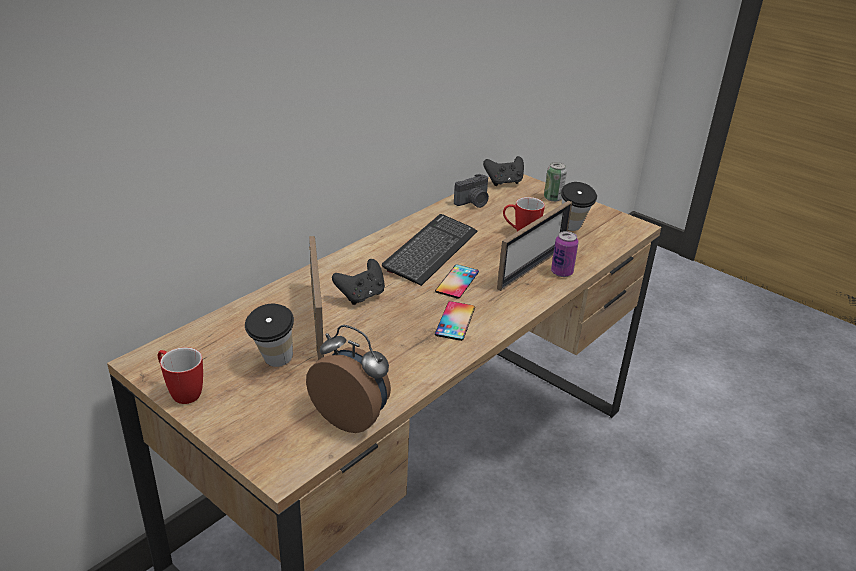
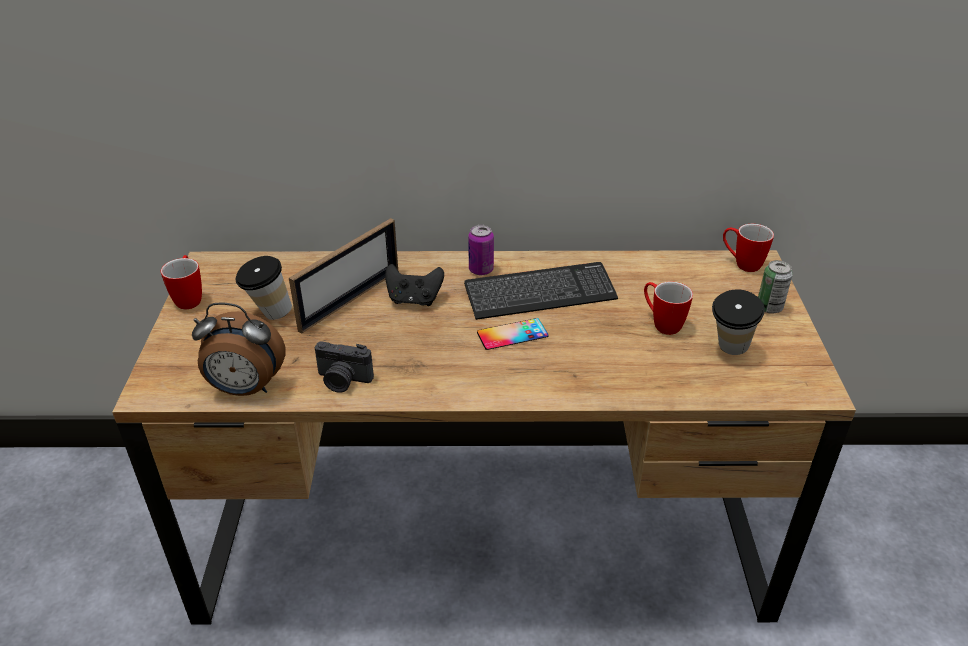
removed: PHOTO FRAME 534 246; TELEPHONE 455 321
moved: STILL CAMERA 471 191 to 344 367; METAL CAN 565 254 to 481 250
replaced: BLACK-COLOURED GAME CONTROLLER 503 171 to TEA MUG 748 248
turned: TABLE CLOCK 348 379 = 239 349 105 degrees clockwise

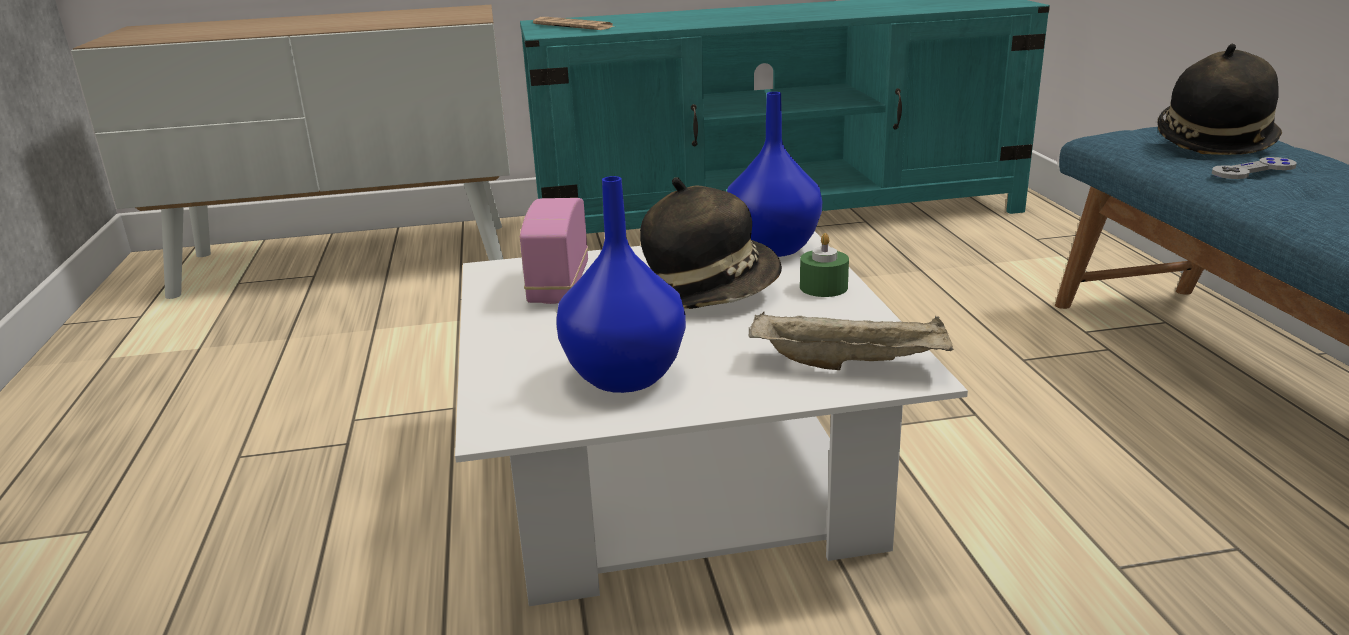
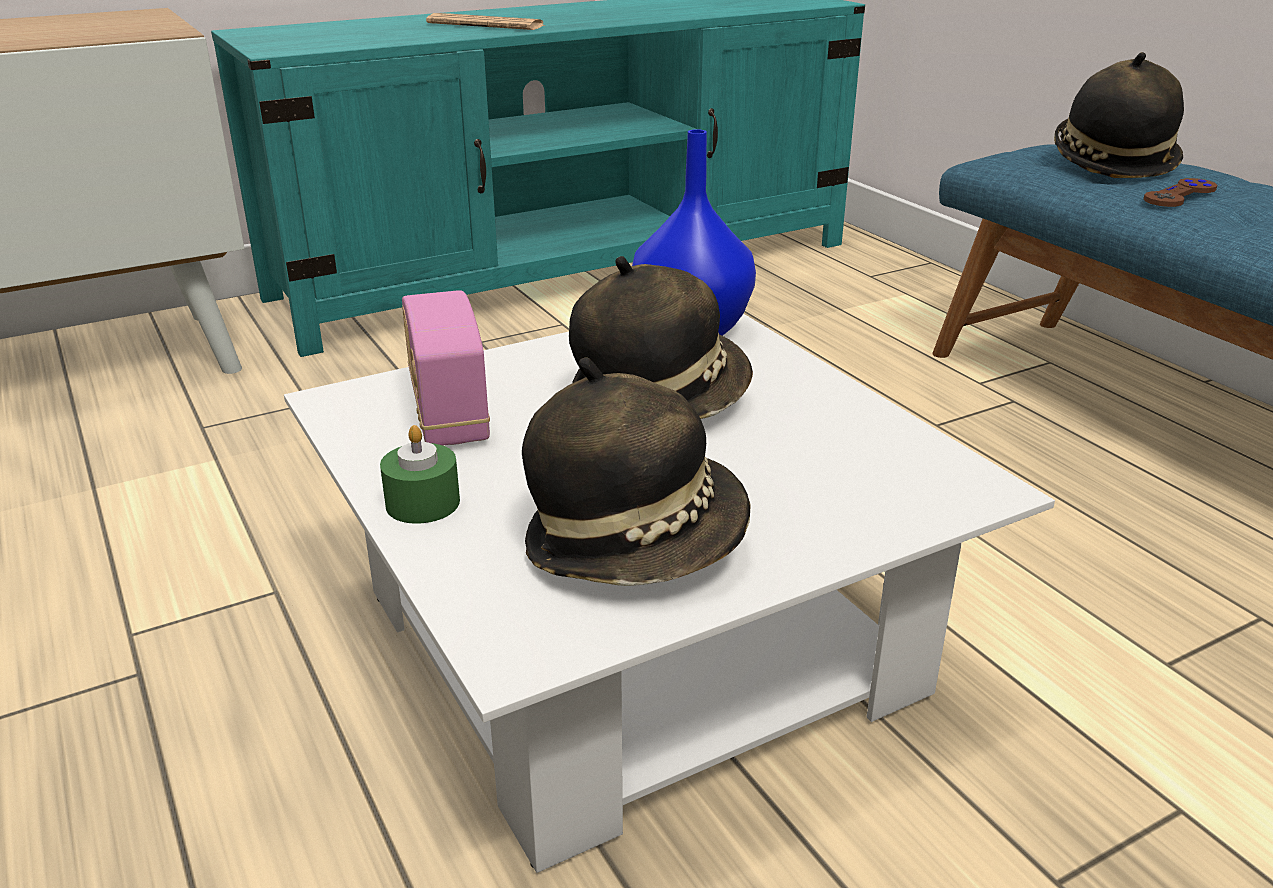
removed: SAND-COLOURED TRAY 851 341
moved: PRINTED PAPER 574 23 to 485 21; GREENISH CANDLE 824 265 to 420 474
replaced: BLUE-COLOURED FLOWER VASE 621 284 to HAT 636 472
recoloured: GREYISH GAME CONTROLLER 1254 168 to BROWNISH GAME CONTROLLER 1180 192

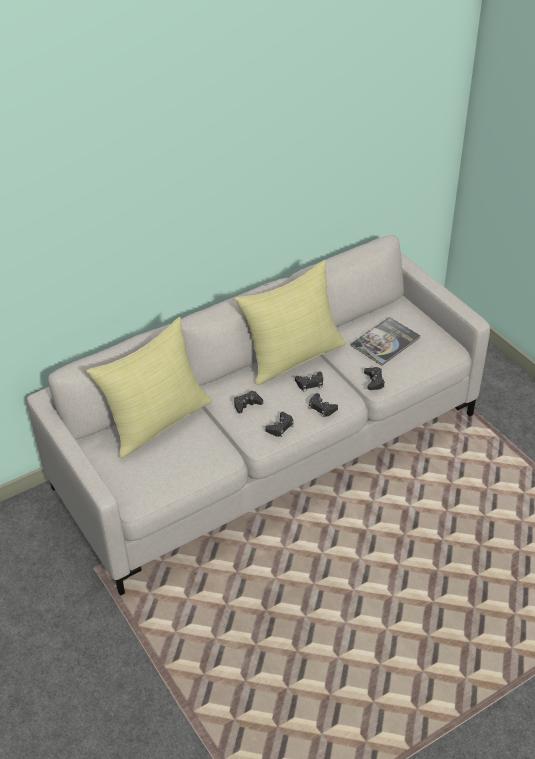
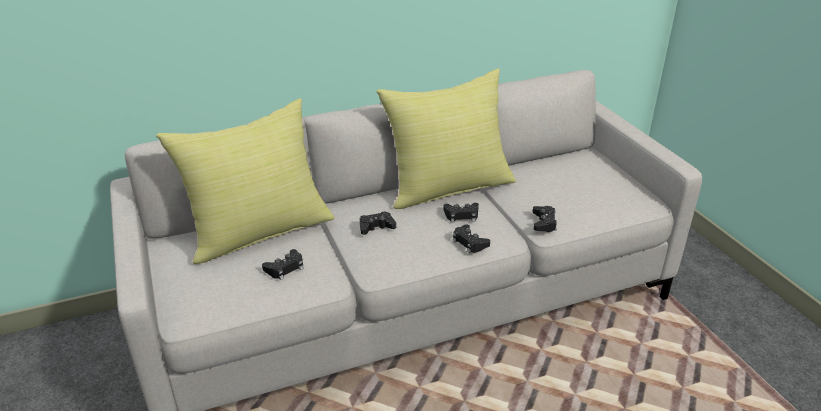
removed: BOUND BOOK 385 341
moved: BLACK-COLOURED GAME CONTROLLER 279 424 to 282 264

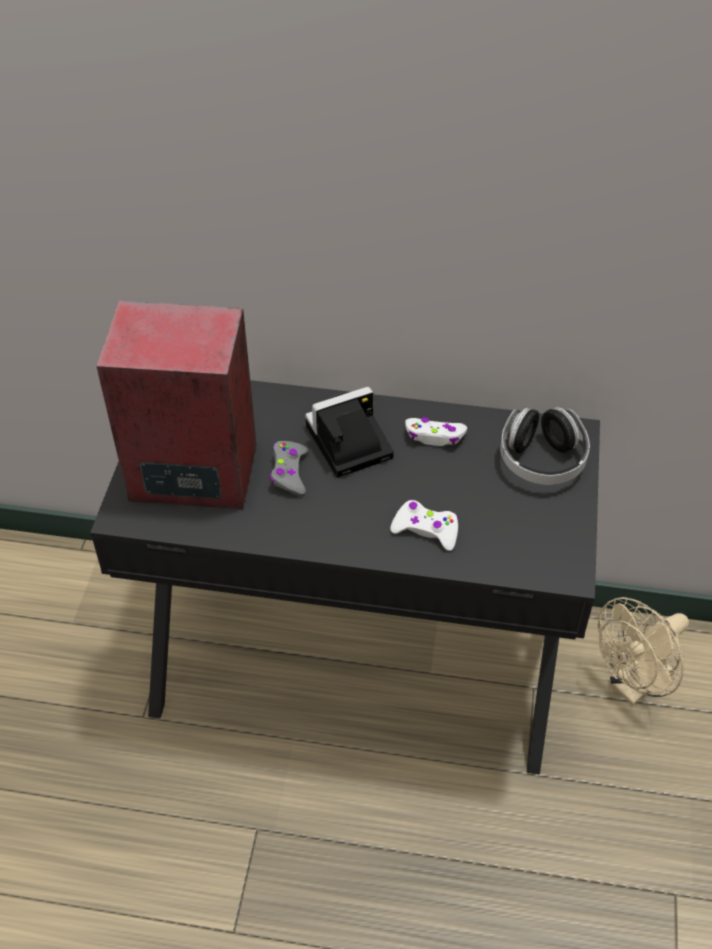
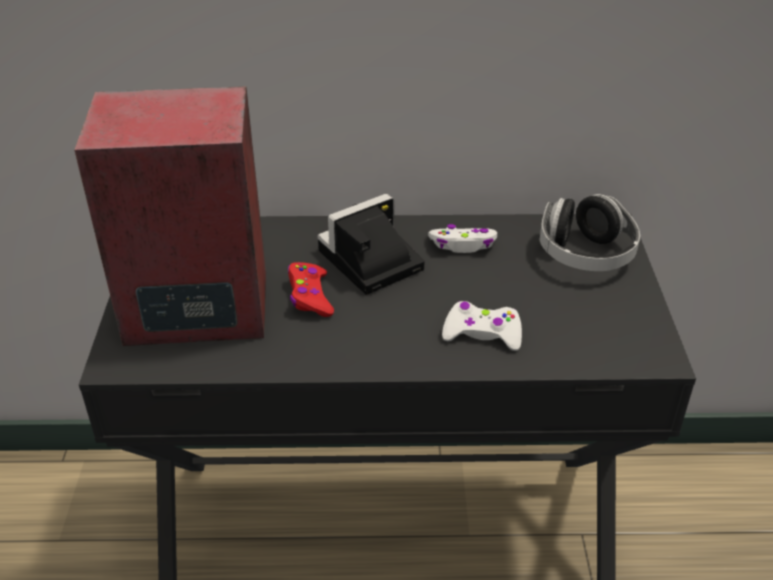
removed: SAND-COLOURED COOLING FAN 643 651
recoloured: GREYISH GAME CONTROLLER 289 468 to RED-COLOURED GAME CONTROLLER 311 289

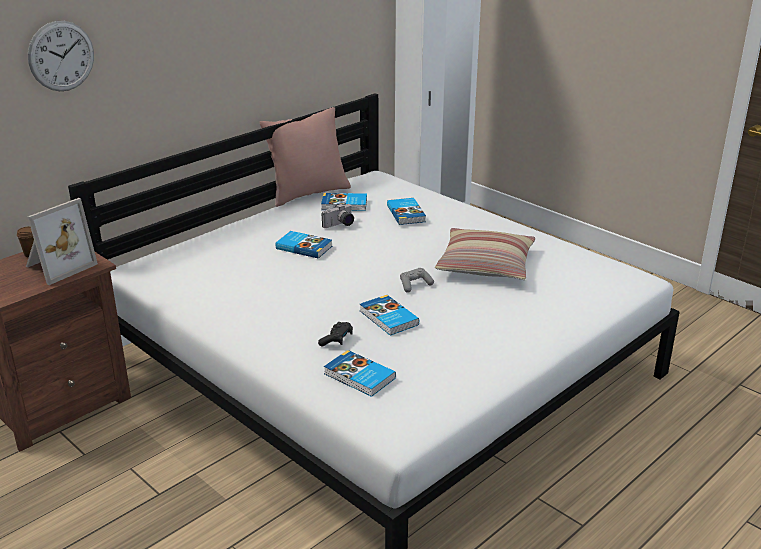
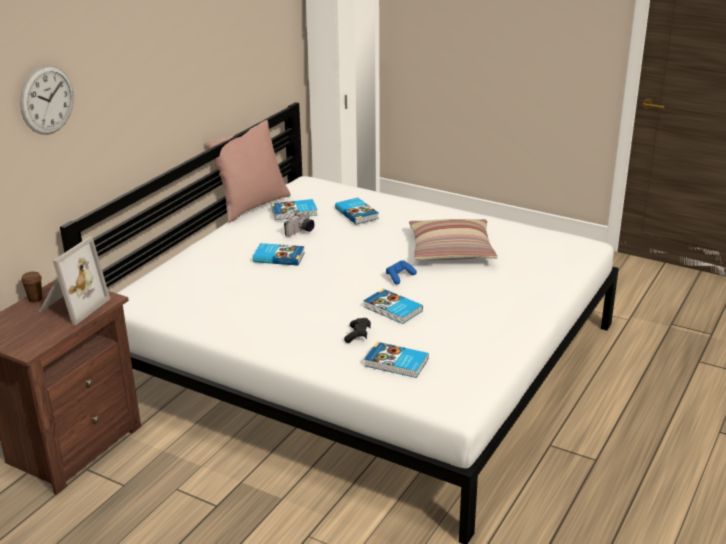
recoloured: GREYISH GAME CONTROLLER 417 280 to BLUE-COLOURED GAME CONTROLLER 401 272

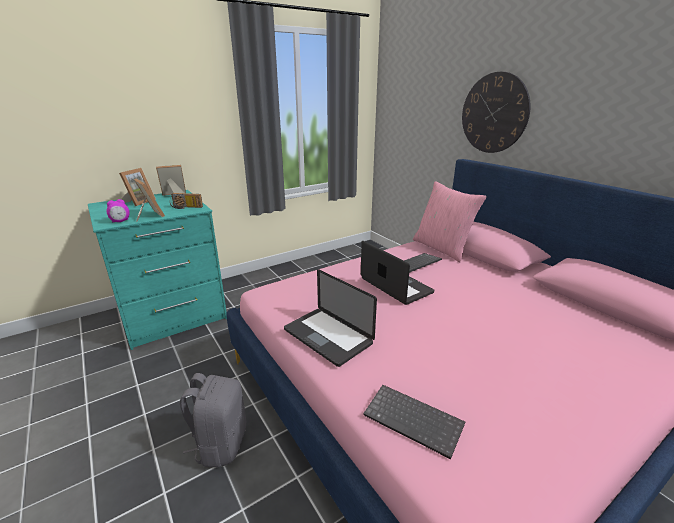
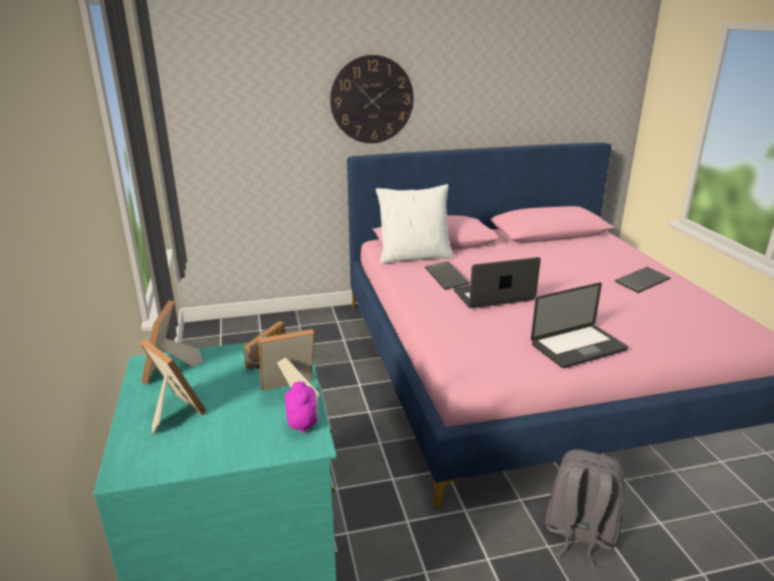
moved: PC KEYBOARD 414 422 to 642 280
recoloured: PINK-COLOURED CUSHION 450 221 to WHITE CUSHION 415 224

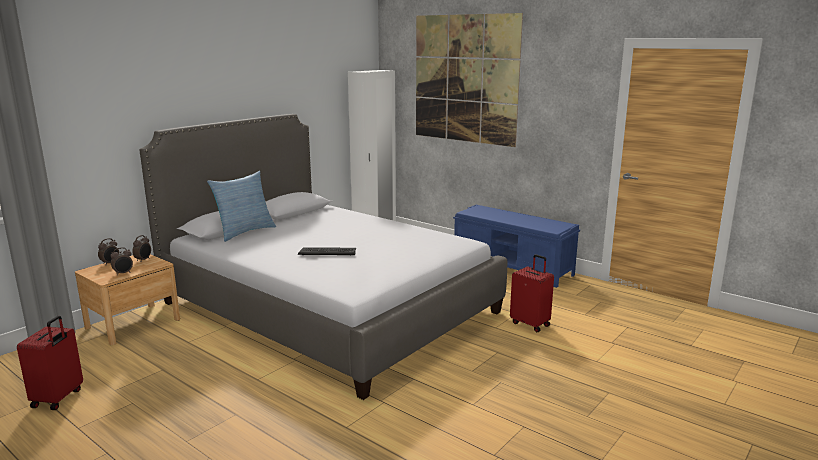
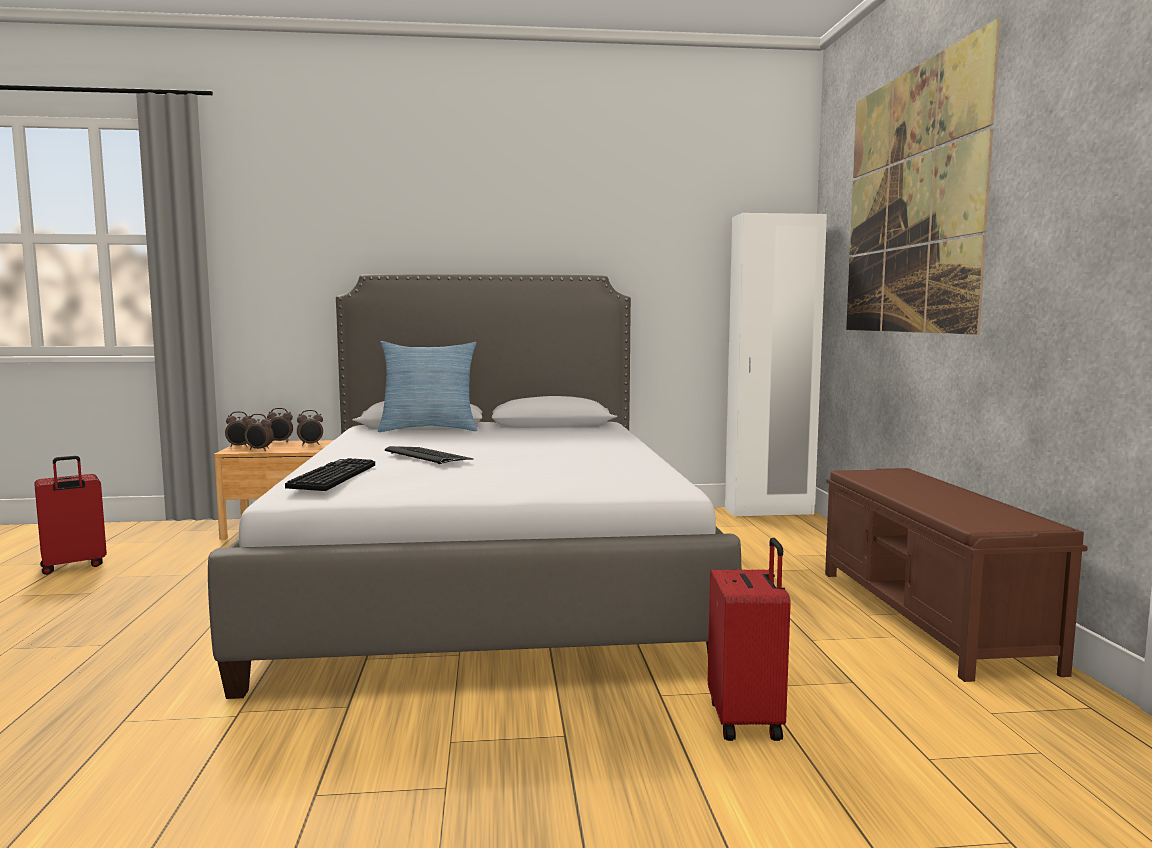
added: TABLE CLOCK 237 429; PC KEYBOARD 330 474
recoloured: BLUE-COLOURED LONG SEAT 516 246 to BROWNISH LONG SEAT 956 575

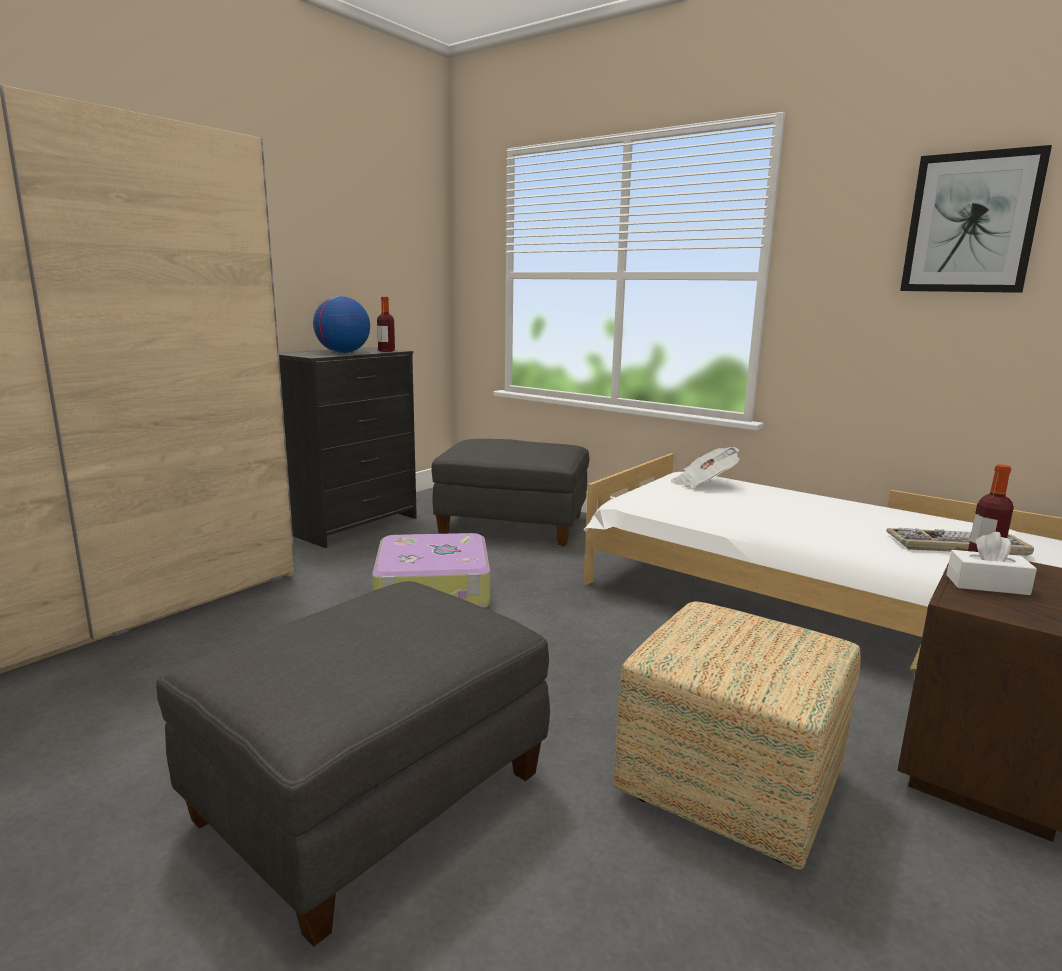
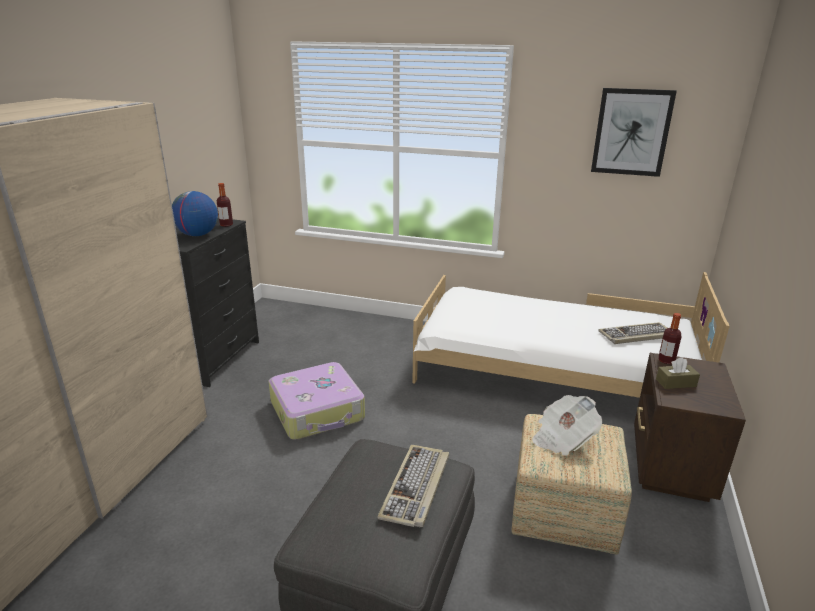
removed: GREYISH OTTOMAN 510 492
added: PC KEYBOARD 413 486
moved: PRINTED PAPER 705 467 to 567 425
recoloured: WHITE BOX OF TISSUES 991 563 to BROWNISH BOX OF TISSUES 678 373

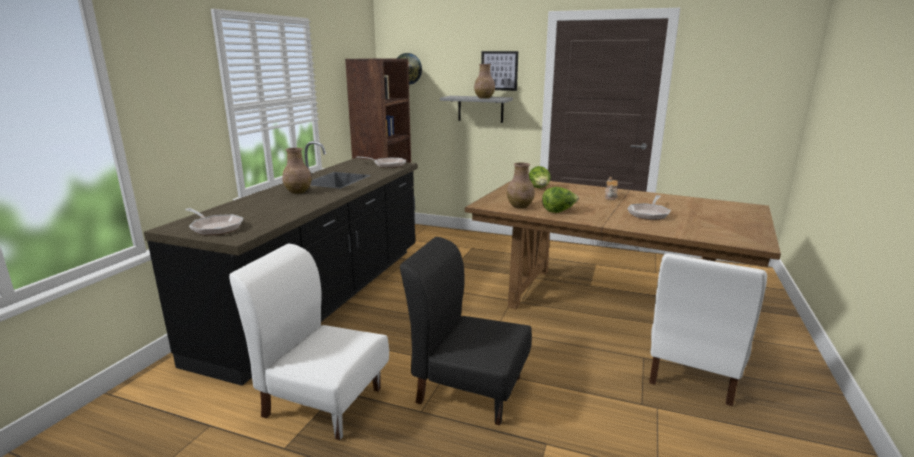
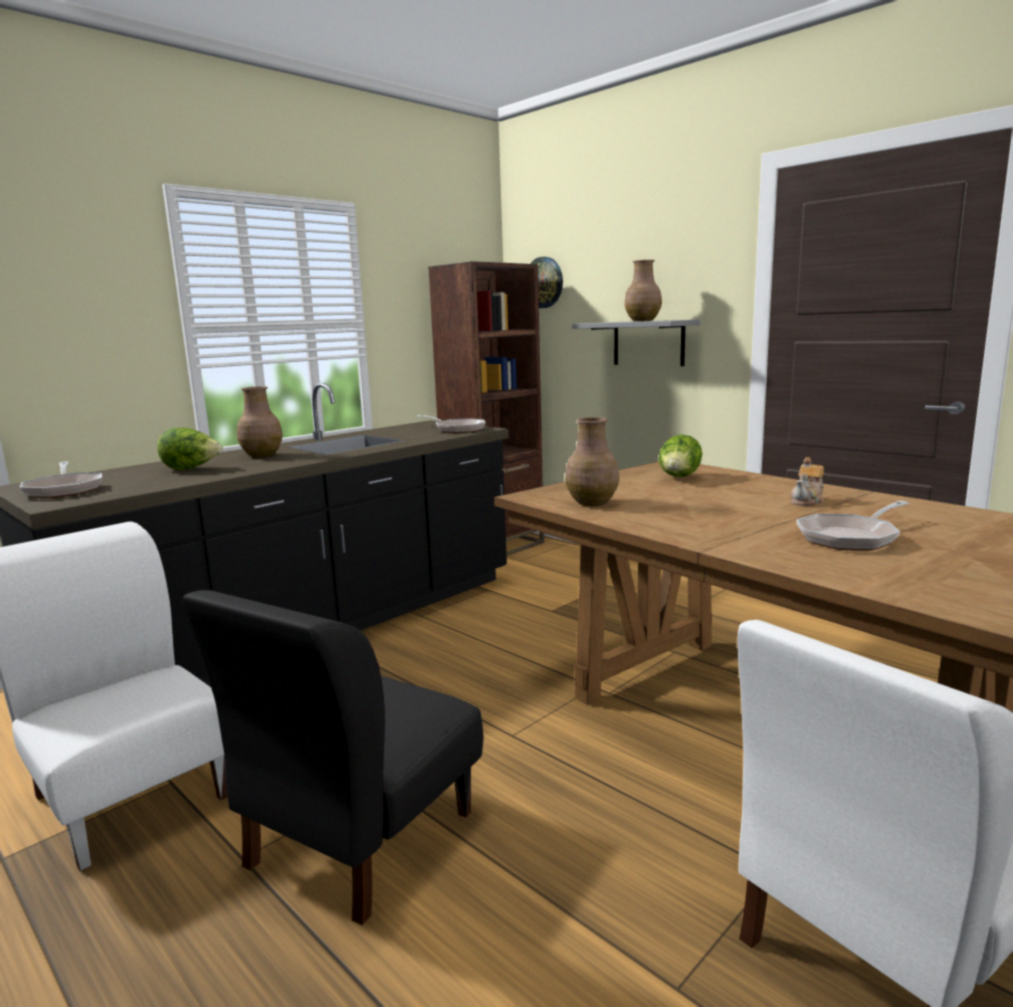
removed: PICTURE 499 71
moved: LETTUCE HEAD 560 200 to 190 448
turned: BLACK-COLOURED CHAIR 466 331 = 333 757 105 degrees counterclockwise

